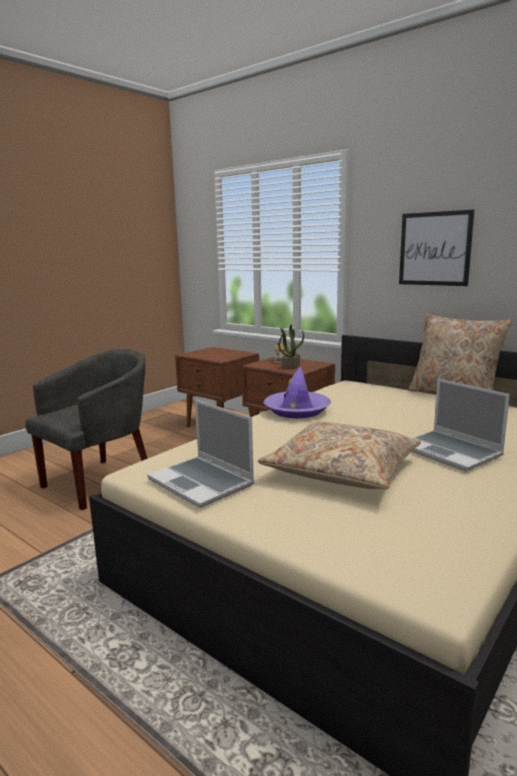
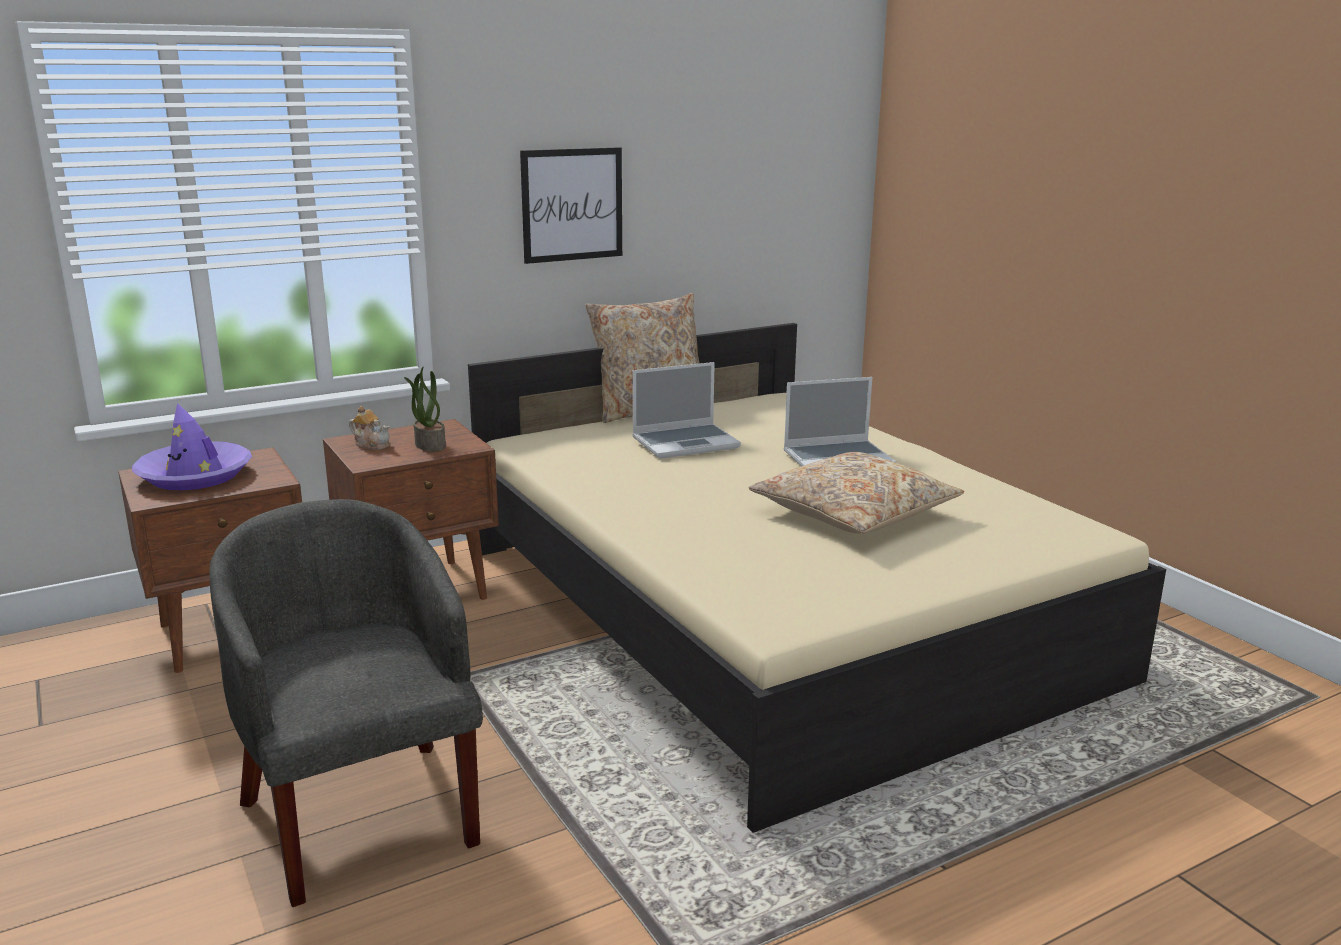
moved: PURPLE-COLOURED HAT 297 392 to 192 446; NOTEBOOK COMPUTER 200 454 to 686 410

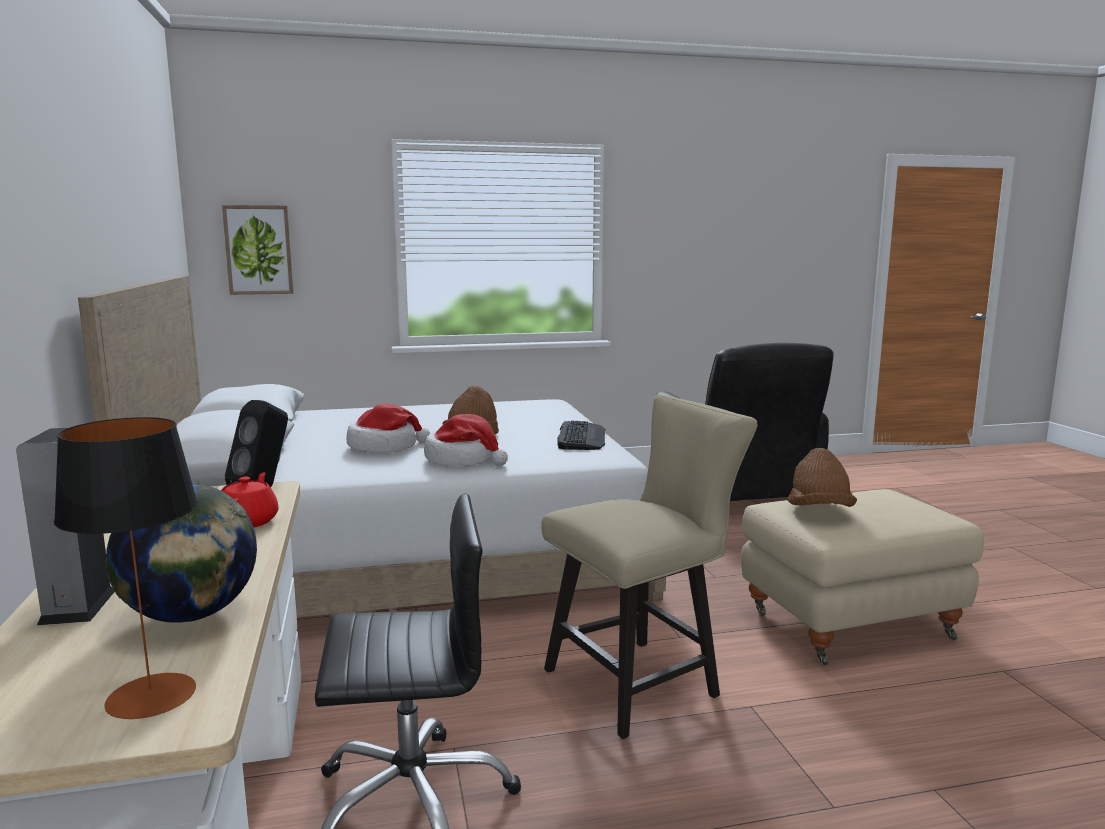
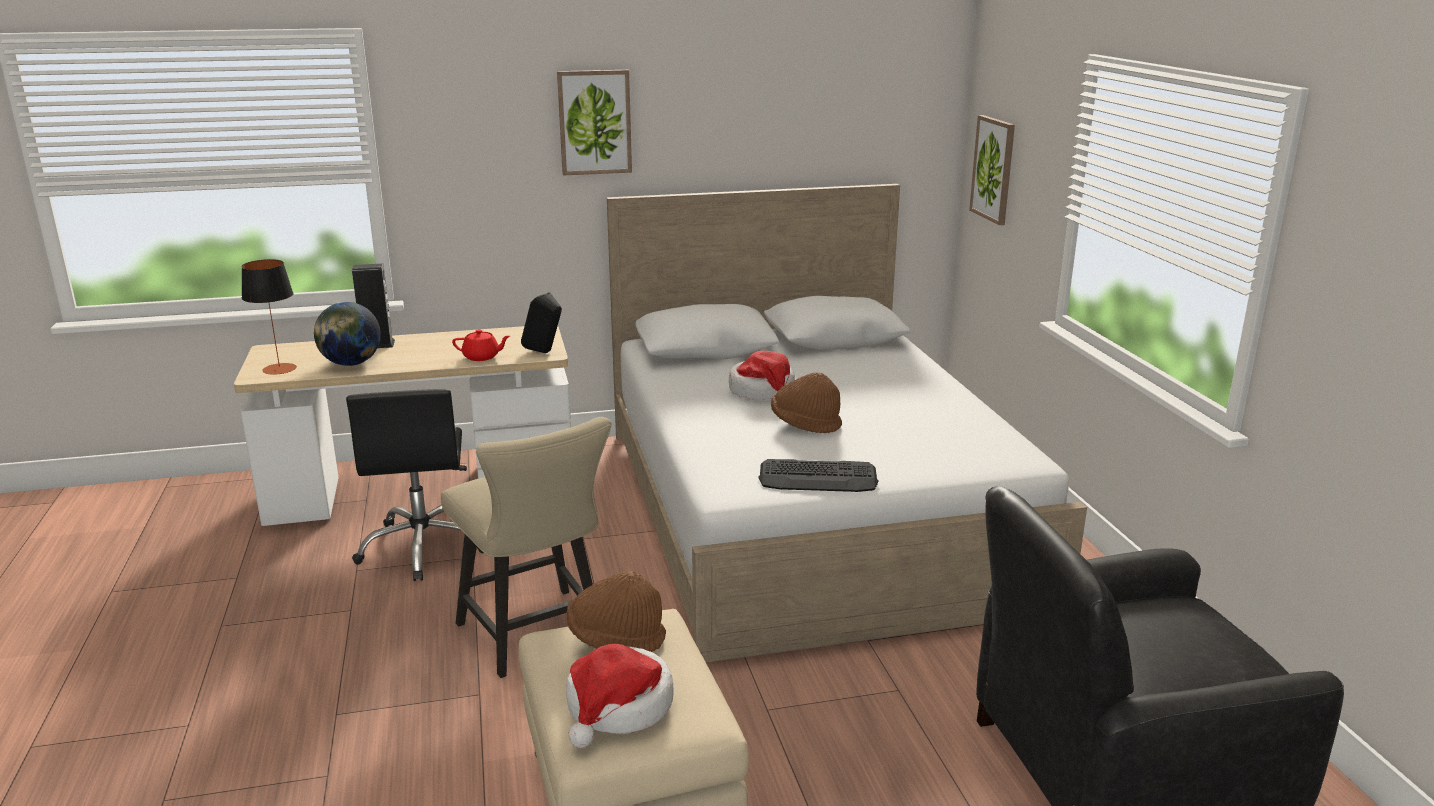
added: PICTURE 594 123
moved: HAT 466 440 to 620 696

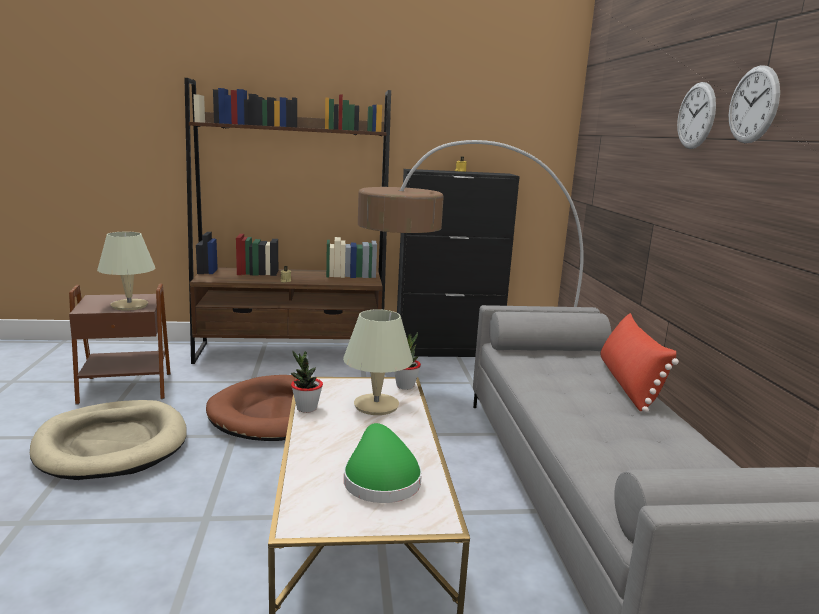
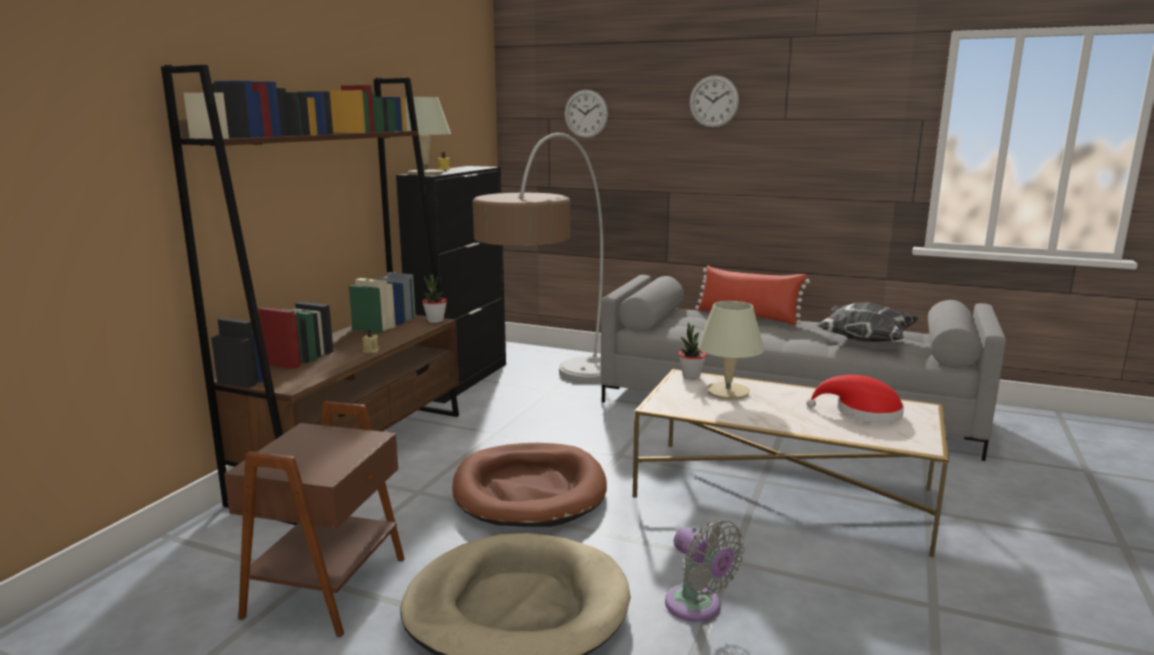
added: CUSHION 867 322; GREYISH COOLING FAN 705 571
moved: CLOCK ON THE WALL 754 104 to 586 113; SAND-COLOURED TABLETOP LAMP 126 271 to 428 136; HOUSEPLANT 307 382 to 434 298
recoloured: GREENISH HAT 383 463 to RED-COLOURED HAT 855 399

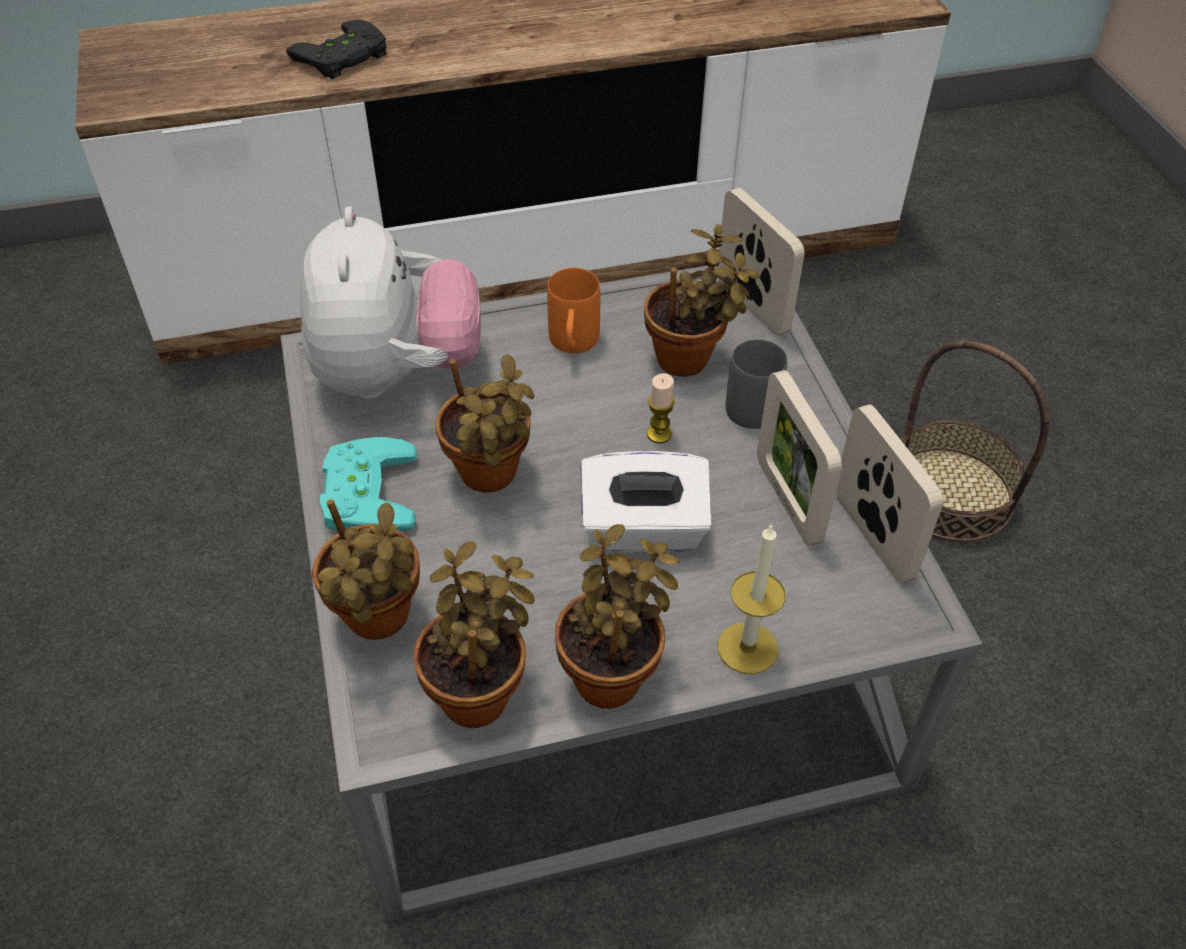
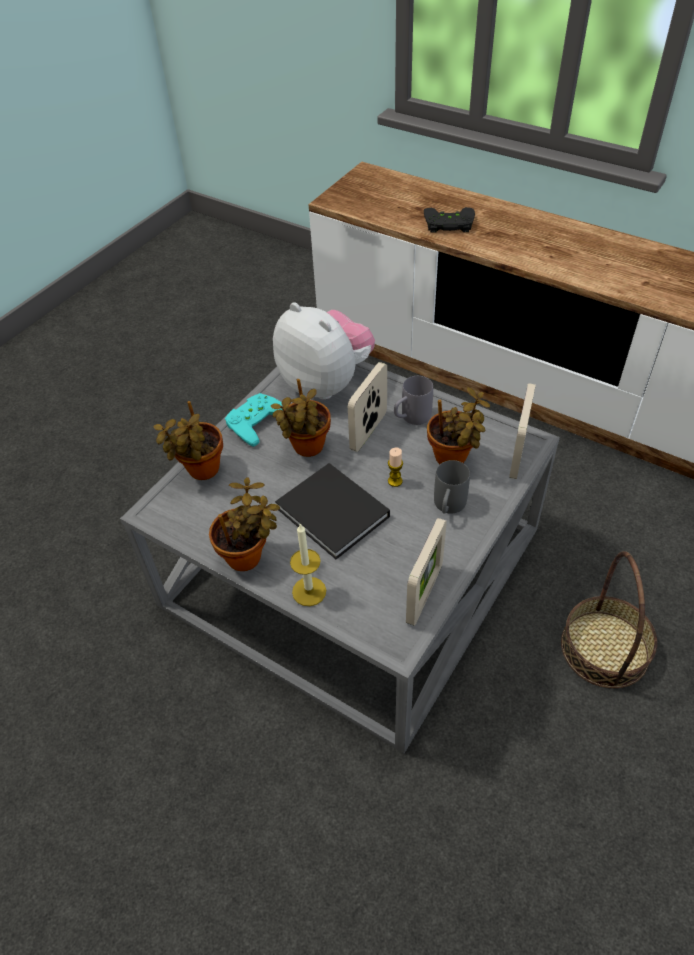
removed: HOUSEPLANT 474 635
moved: PHOTO FRAME 799 458 to 367 407
replaced: WHITE BOX OF TISSUES 646 501 to BLACK-COLOURED BOUND BOOK 332 511
recoloured: ORANGE TEA MUG 573 310 to GREYISH TEA MUG 413 400
turned: SOFT TOY 390 302 = 324 351 90 degrees counterclockwise

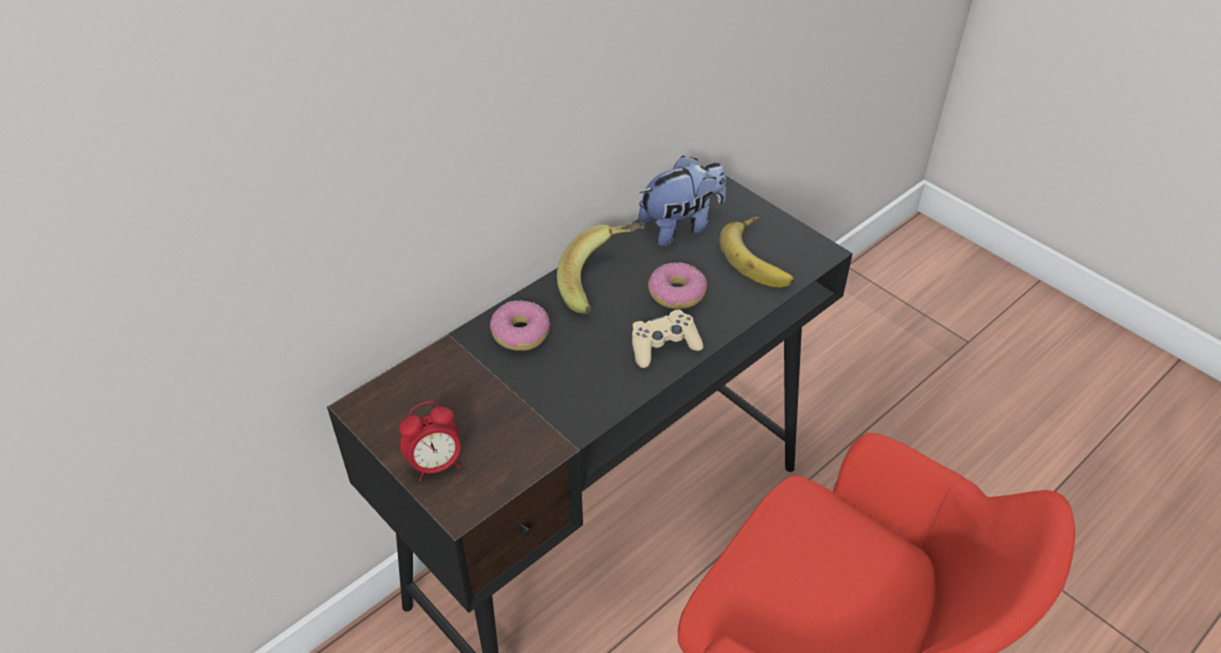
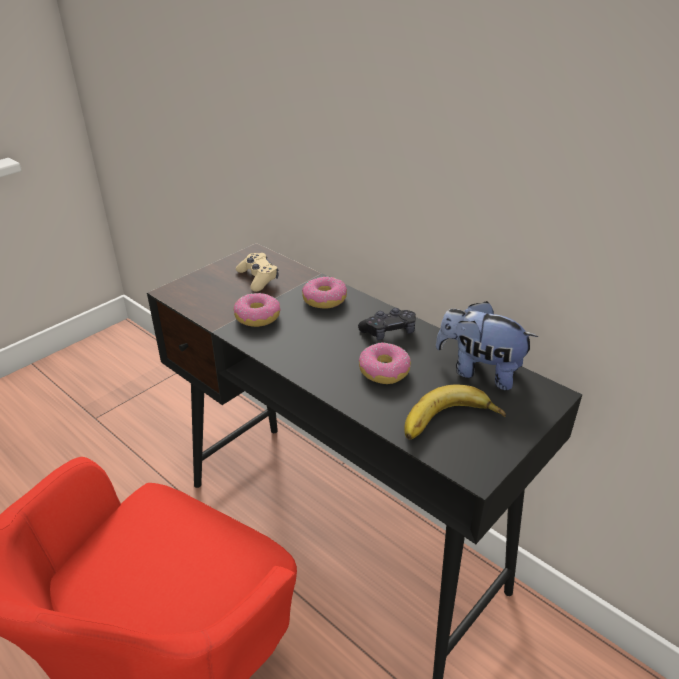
removed: TABLE CLOCK 430 441
added: DOUGHNUT 257 310
moved: SAND-COLOURED GAME CONTROLLER 667 338 to 257 272
replaced: BANANA 601 268 to BLACK-COLOURED GAME CONTROLLER 387 324
turned: SOFT TOY 682 201 = 487 345 150 degrees clockwise

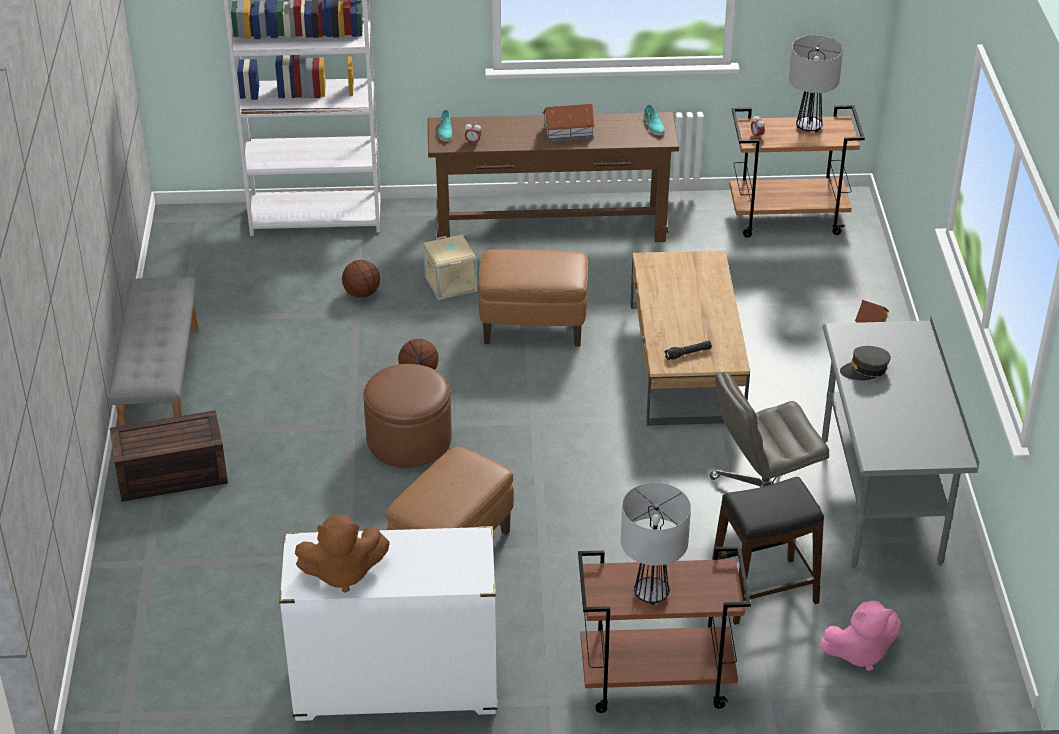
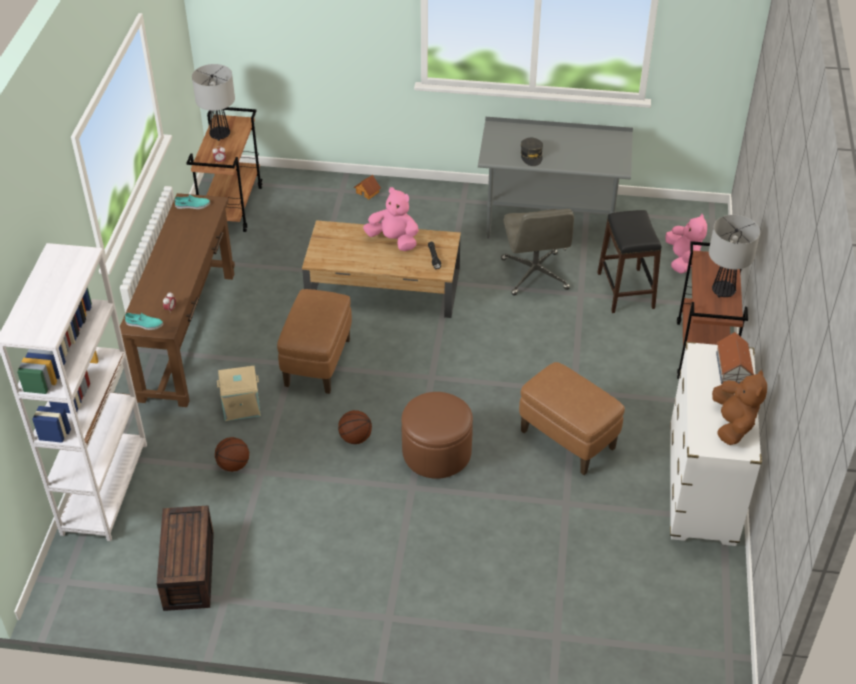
removed: GREYISH LONG SEAT 153 351
added: PINK-COLOURED SOFT TOY 391 219
moved: MODEL HOUSE 568 123 to 735 358; BROWNISH STORAGE CONTAINER 169 456 to 185 558

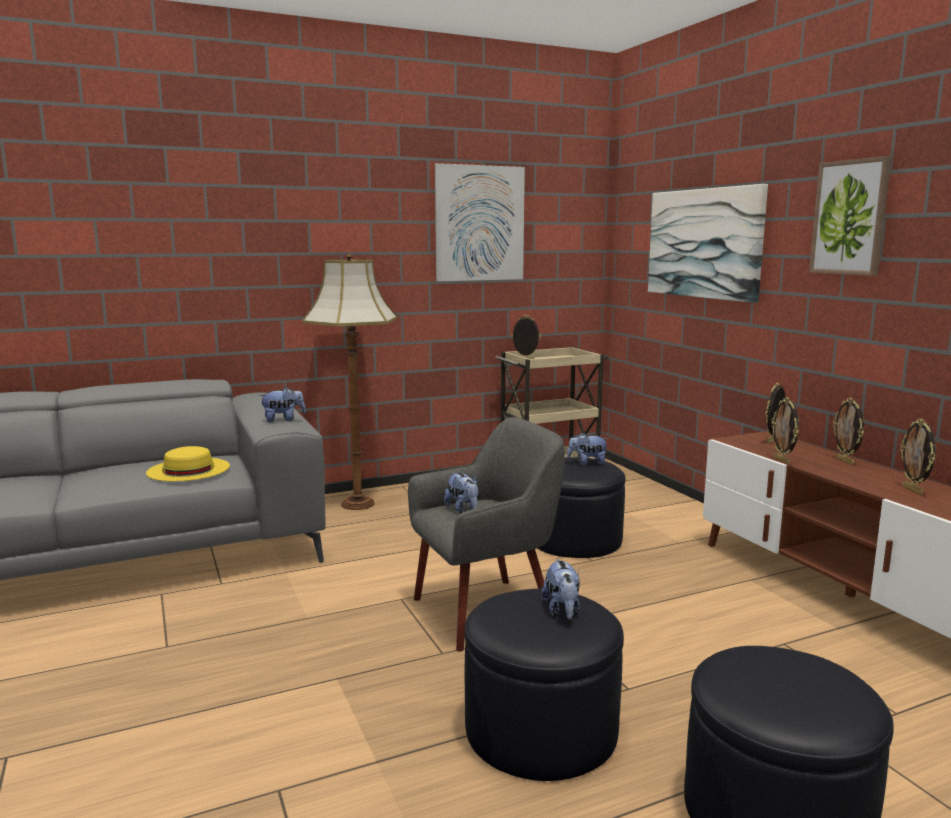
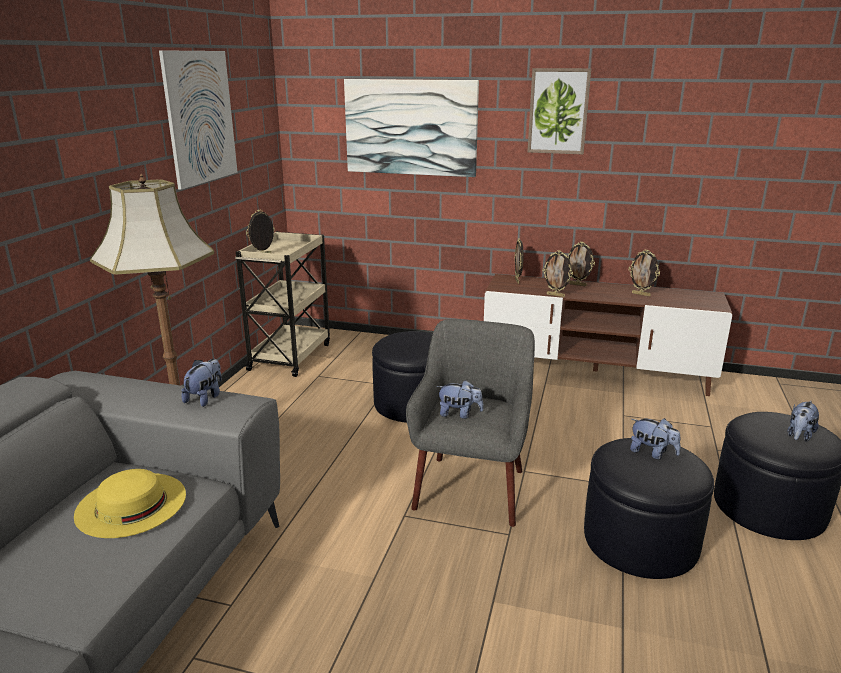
moved: SOFT TOY 588 448 to 803 421

